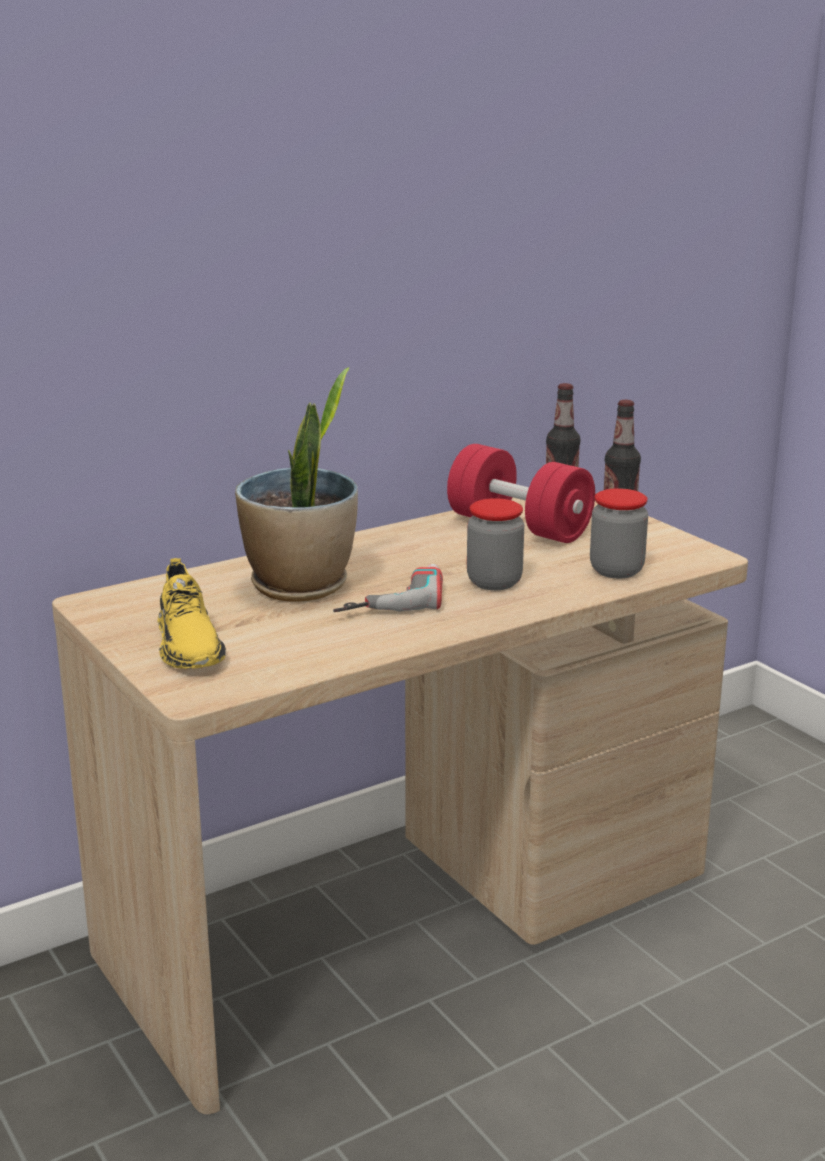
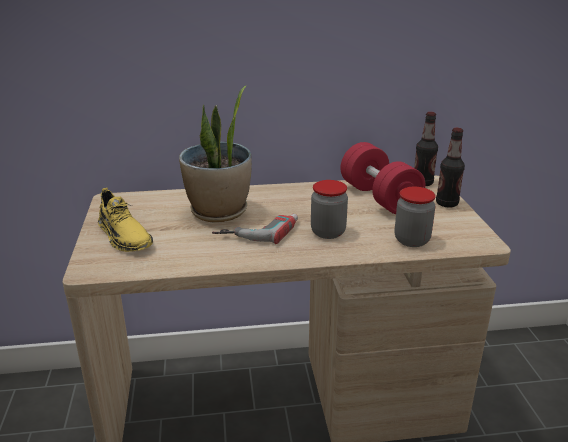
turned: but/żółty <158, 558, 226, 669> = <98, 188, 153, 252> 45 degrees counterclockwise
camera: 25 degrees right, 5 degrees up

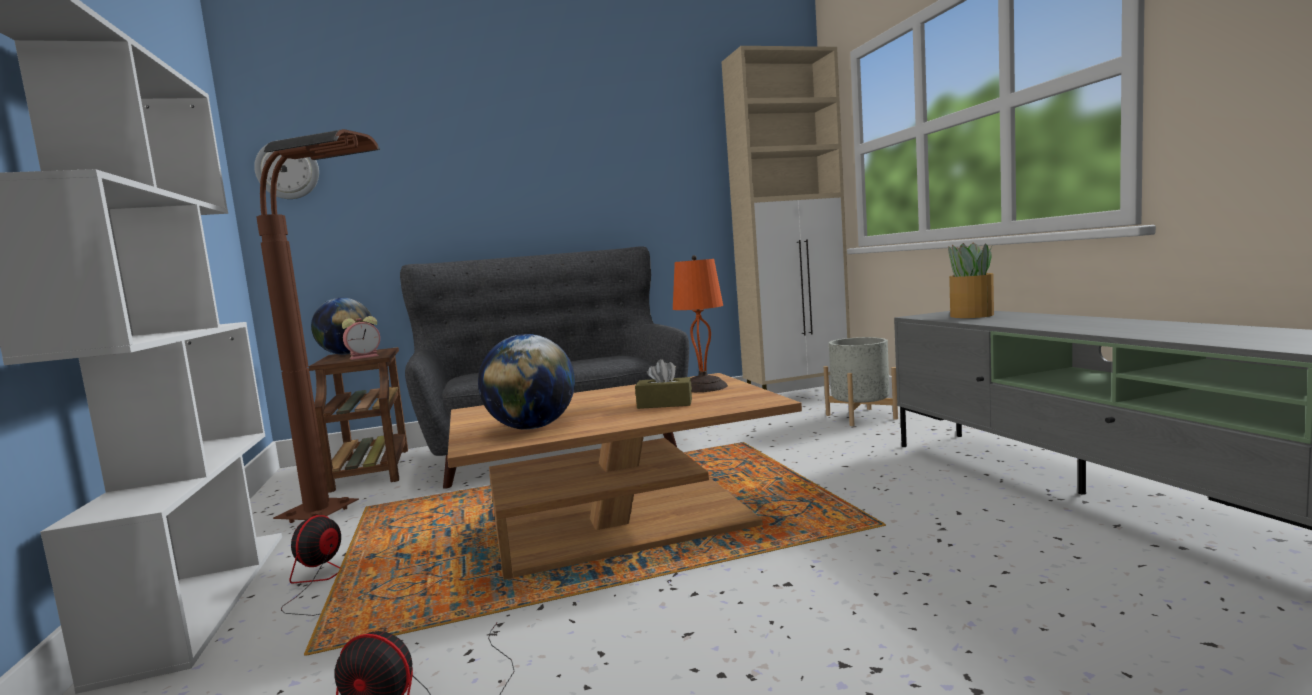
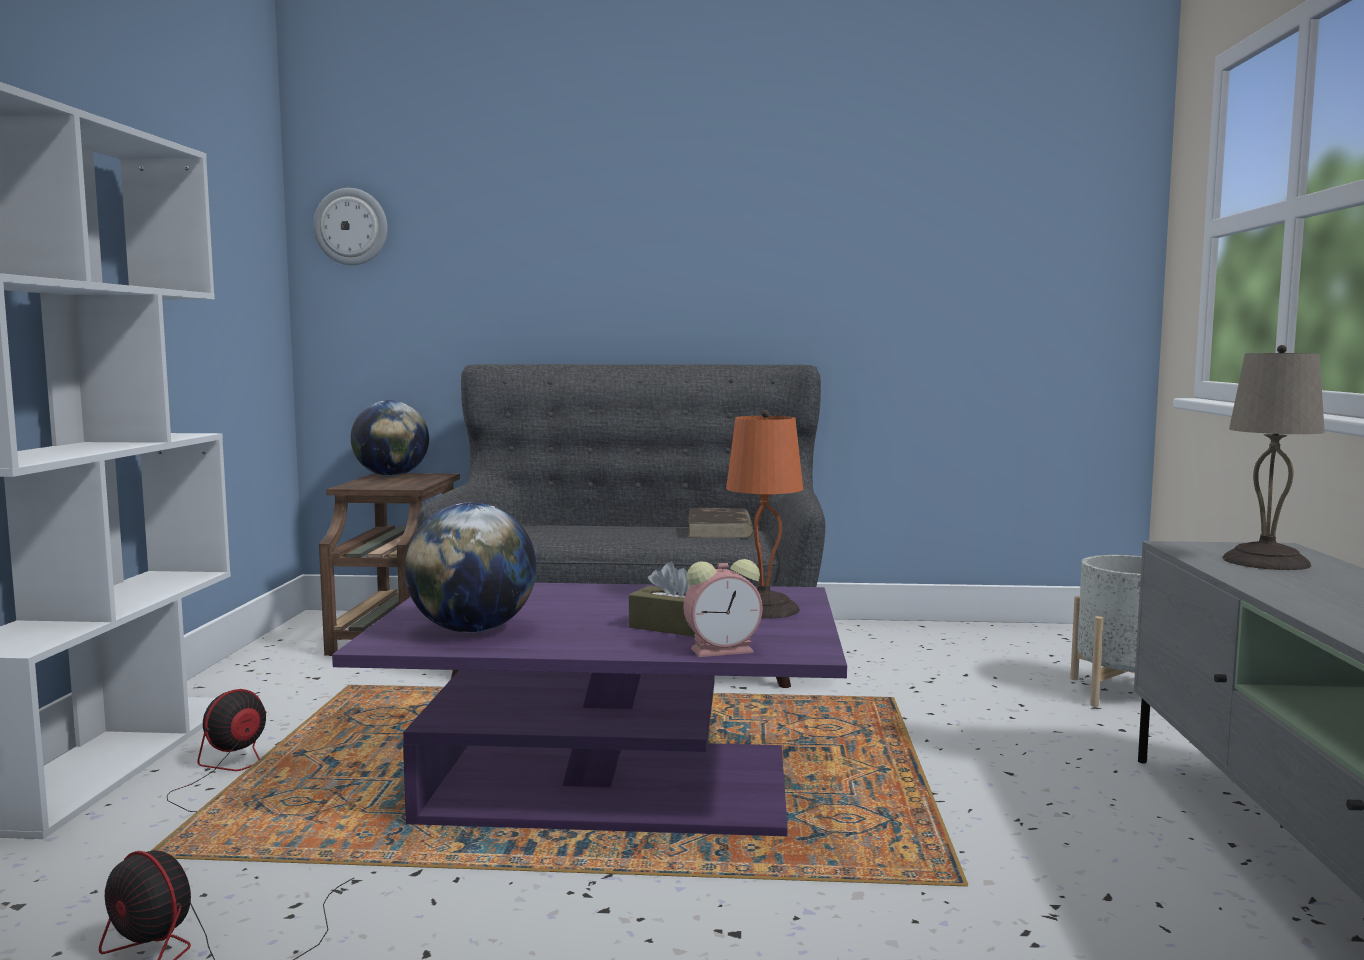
removed: lampa stojąca/brązowy <256, 129, 380, 523>; szafka/beżowy <721, 46, 850, 390>
added: książka/brązowy <688, 508, 754, 538>
moved: budzik <342, 316, 380, 360> to <683, 559, 763, 657>
replaced: roślina doniczkowa <948, 242, 994, 318> to lampa stołowa/beżowy <1222, 345, 1325, 570>
recoloured: ława/brązowy <447, 373, 802, 580> to ława/fioletowy <332, 583, 847, 836>
camera: 20 degrees right, 0 degrees up

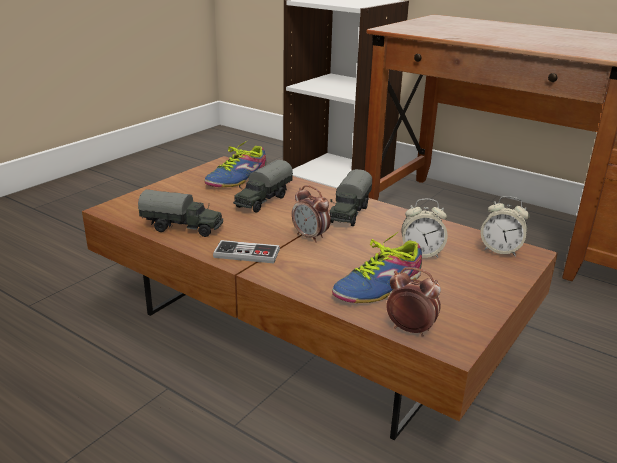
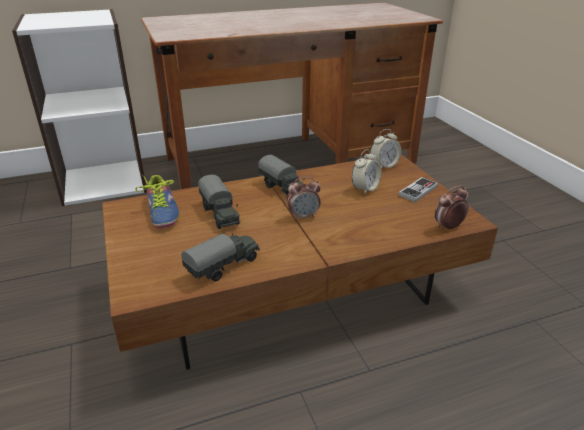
removed: but <332, 232, 422, 303>
moved: pad do gier <213, 240, 280, 263> to <398, 177, 438, 202>
camera: 55 degrees left, 5 degrees up

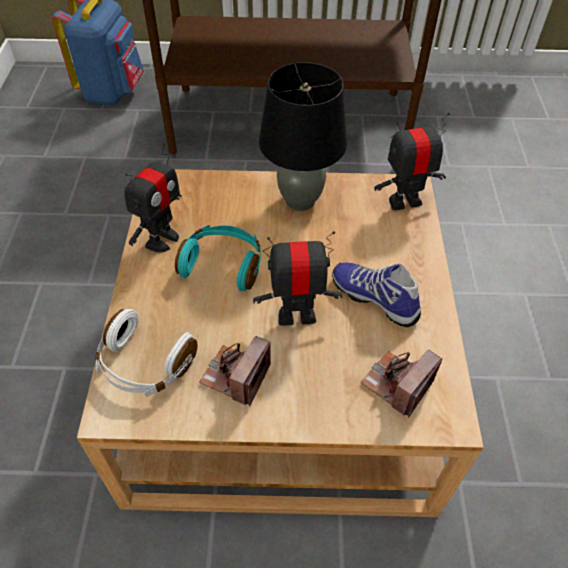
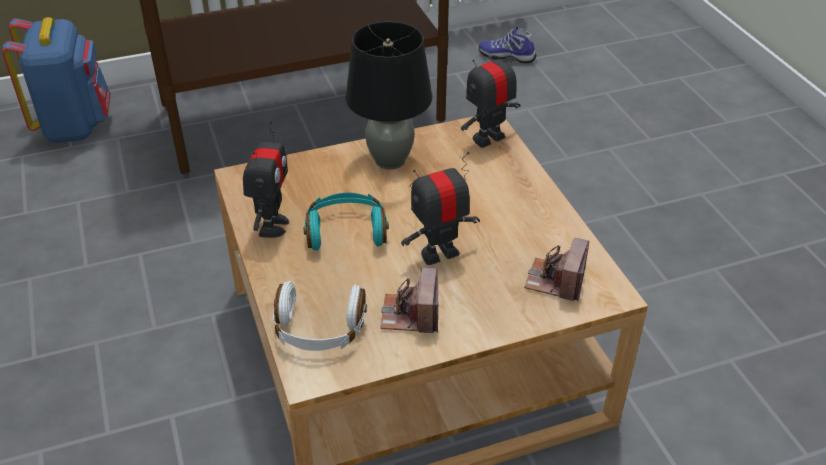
moved: but <332, 263, 421, 327> to <479, 26, 536, 63>
camera: 20 degrees left, 10 degrees down

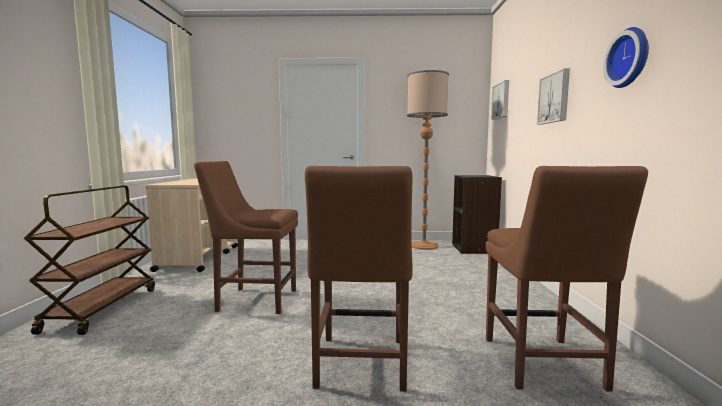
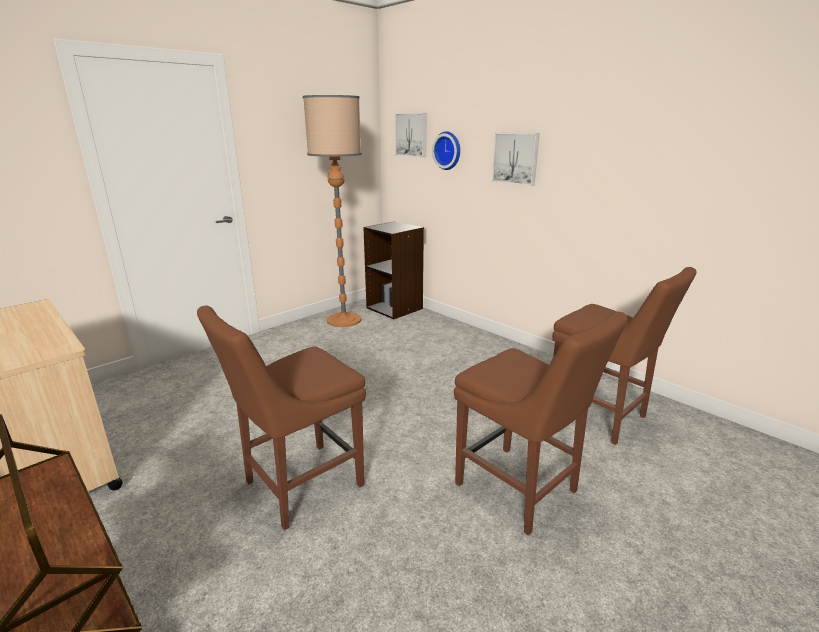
moved: zegar ścienny <603, 27, 649, 88> to <432, 131, 460, 170>
camera: 45 degrees left, 15 degrees up

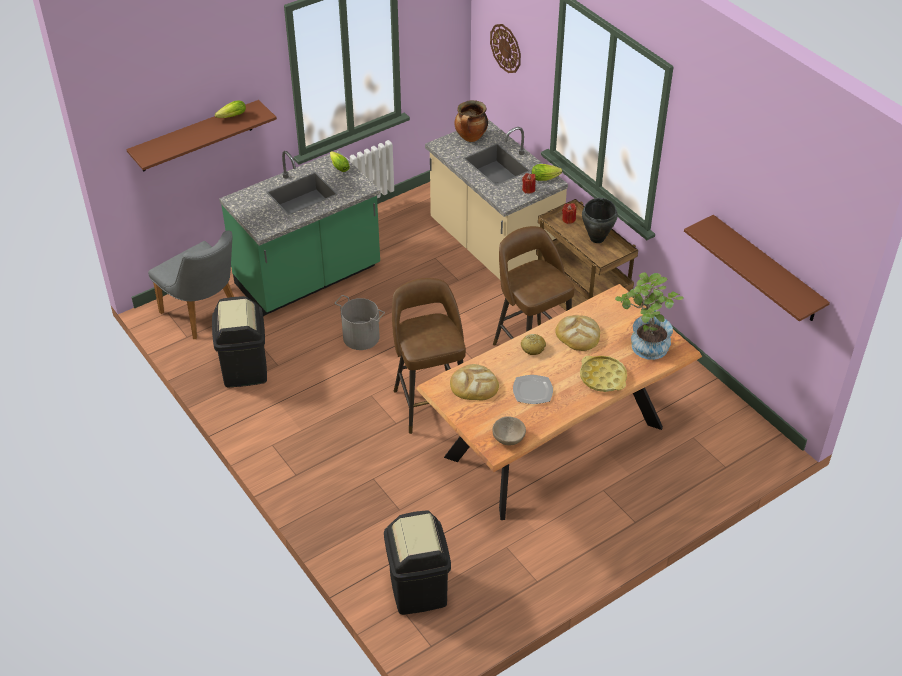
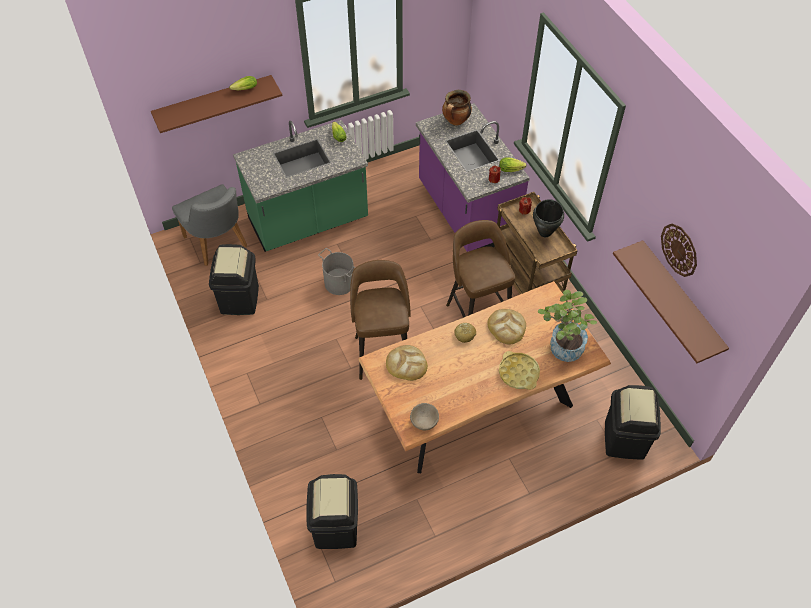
removed: talerz <513, 375, 553, 404>
added: kosz na śmieci/czarny <605, 385, 661, 460>
moved: zegar ścienny <490, 24, 521, 73> to <661, 223, 697, 277>
recoloured: zabudowa kuchenna/beżowy <425, 119, 568, 279> to zabudowa kuchenna/fioletowy <416, 103, 530, 252>
camera: 10 degrees right, 10 degrees up

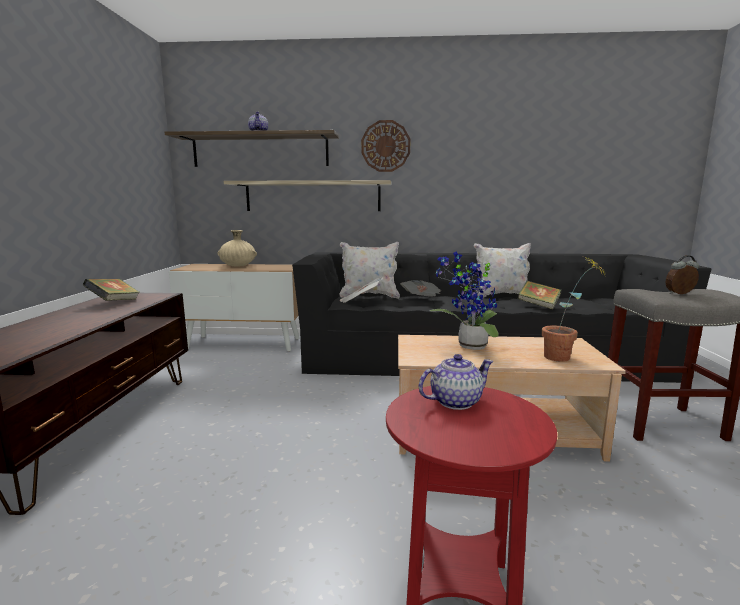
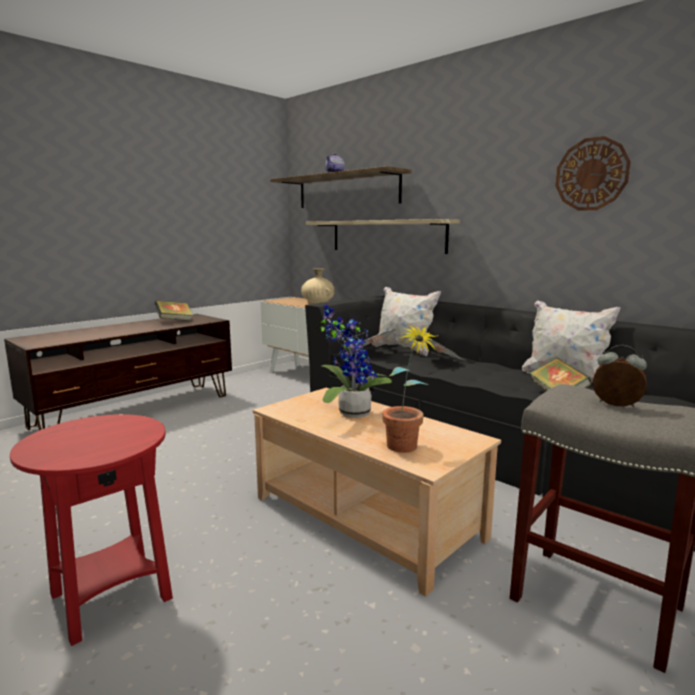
removed: imbryk <419, 354, 494, 410>
moved: zegar ścienny <361, 120, 410, 172> to <555, 136, 631, 211>
camera: 40 degrees right, 0 degrees up

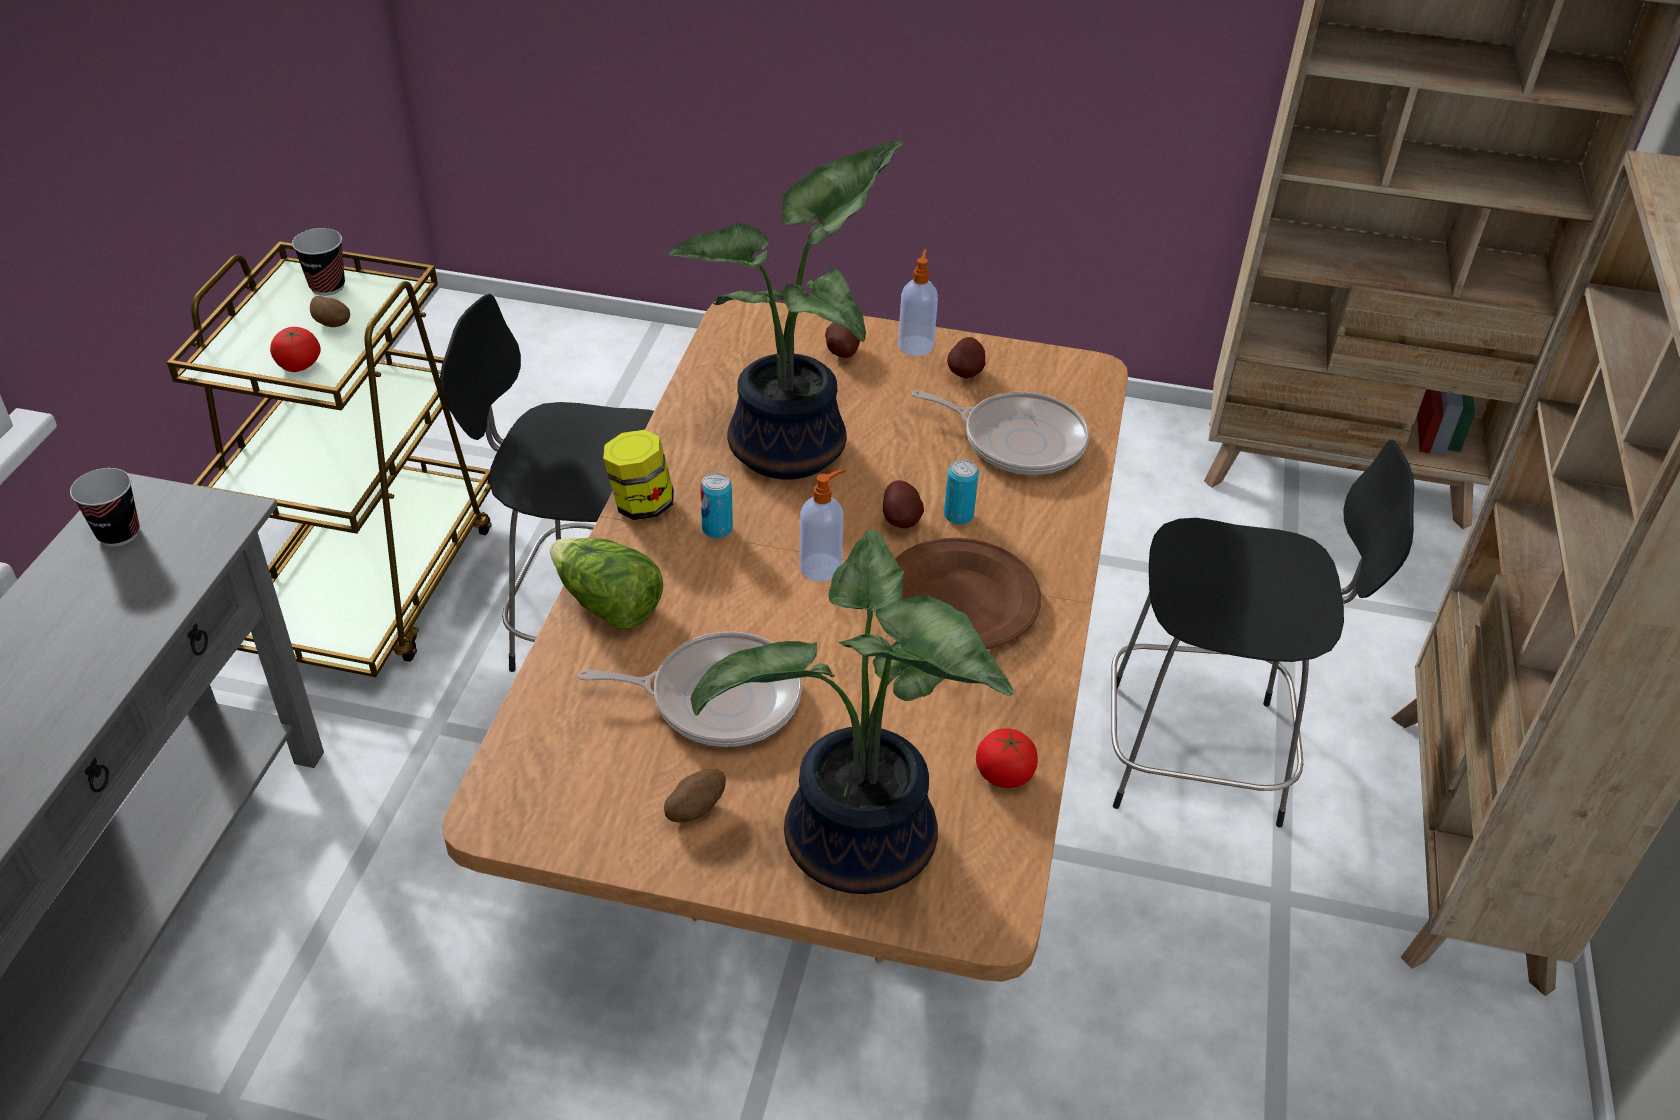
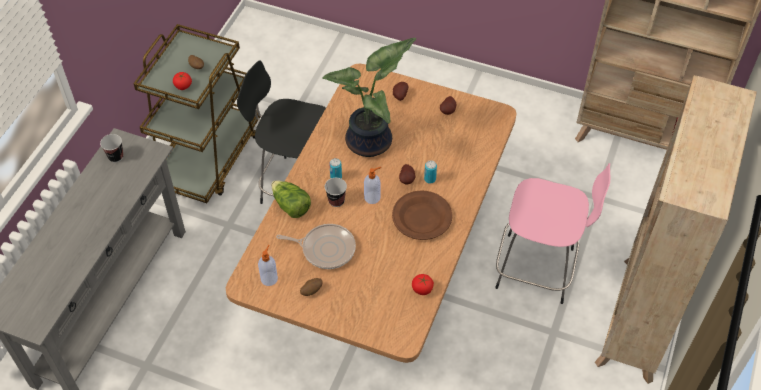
removed: słoik <603, 430, 674, 520>; roślina doniczkowa <690, 530, 1014, 894>; patelnia <912, 390, 1089, 475>
moved: dozownik mydła <898, 249, 938, 356> to <258, 245, 278, 286>; filiżanka <292, 228, 345, 296> to <325, 178, 347, 207>
recoloured: stołek/czarny <1111, 439, 1414, 827> to stołek/różowy <495, 163, 611, 304>
camera: 10 degrees right, 10 degrees up

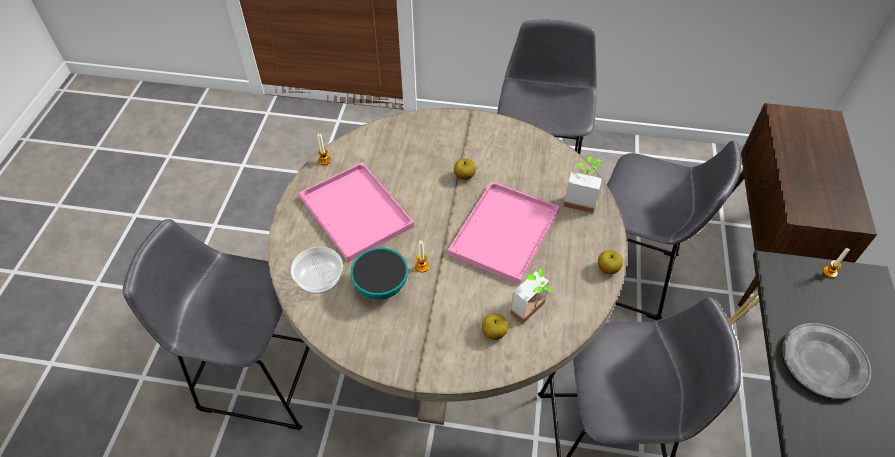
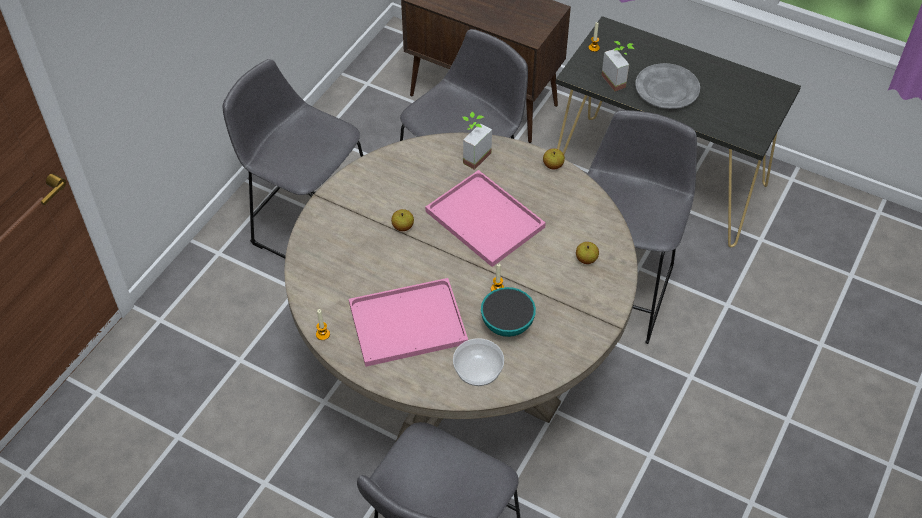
moved: roślina doniczkowa <510, 268, 552, 324> to <602, 41, 634, 91>
camera: 70 degrees left, 0 degrees up

